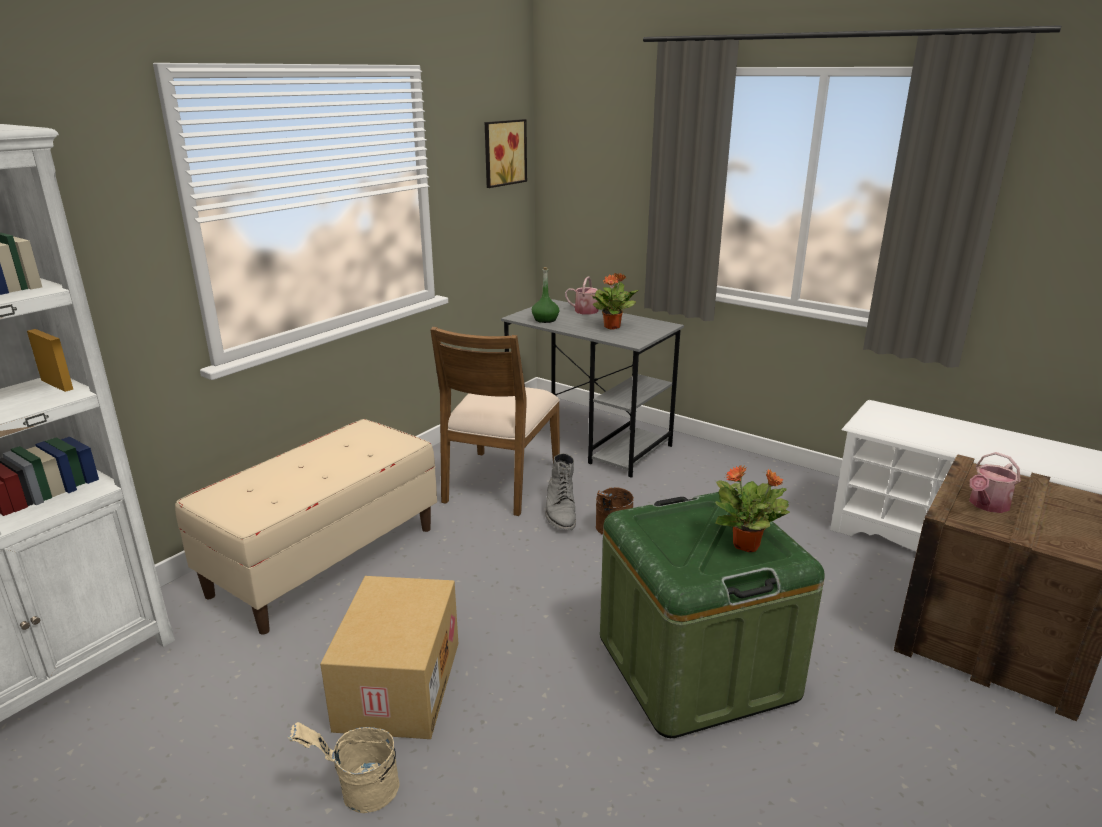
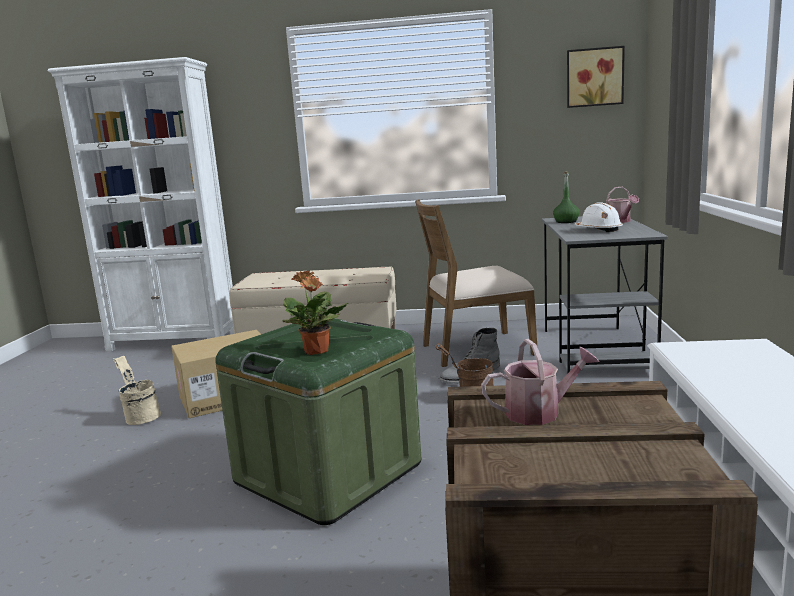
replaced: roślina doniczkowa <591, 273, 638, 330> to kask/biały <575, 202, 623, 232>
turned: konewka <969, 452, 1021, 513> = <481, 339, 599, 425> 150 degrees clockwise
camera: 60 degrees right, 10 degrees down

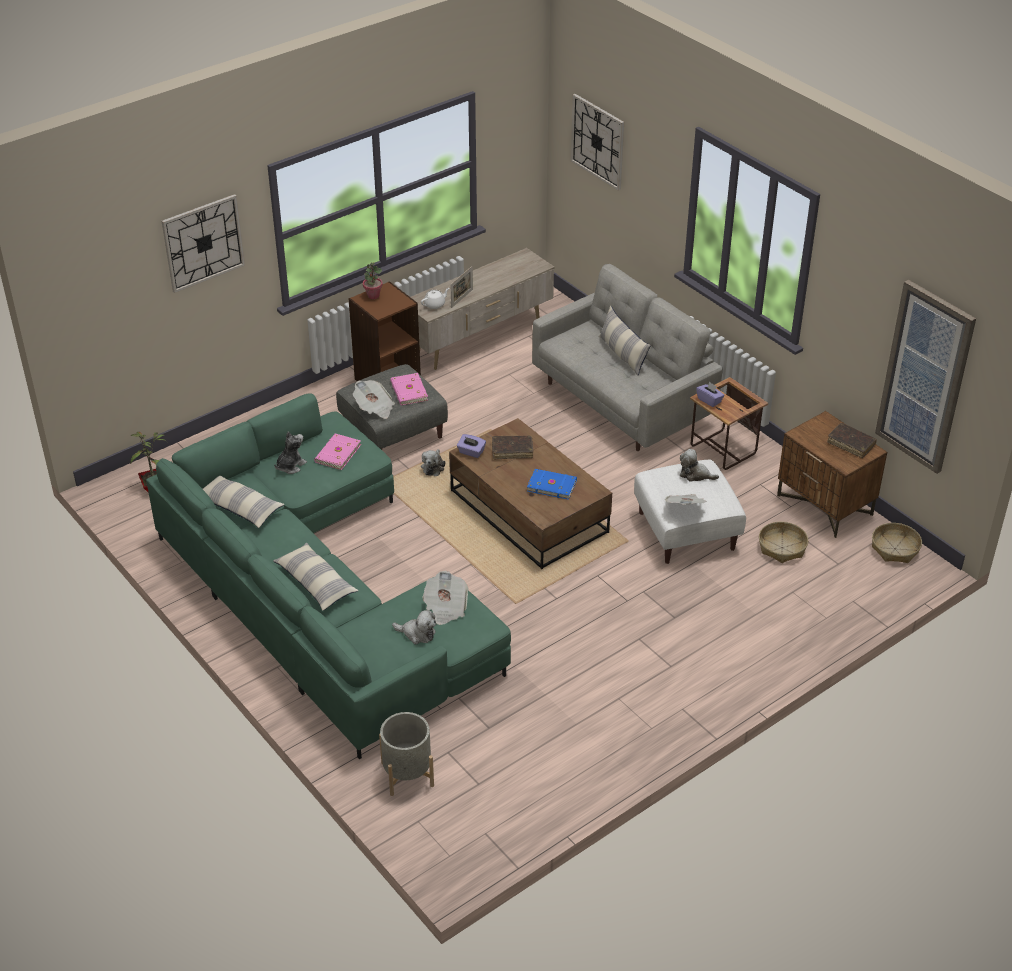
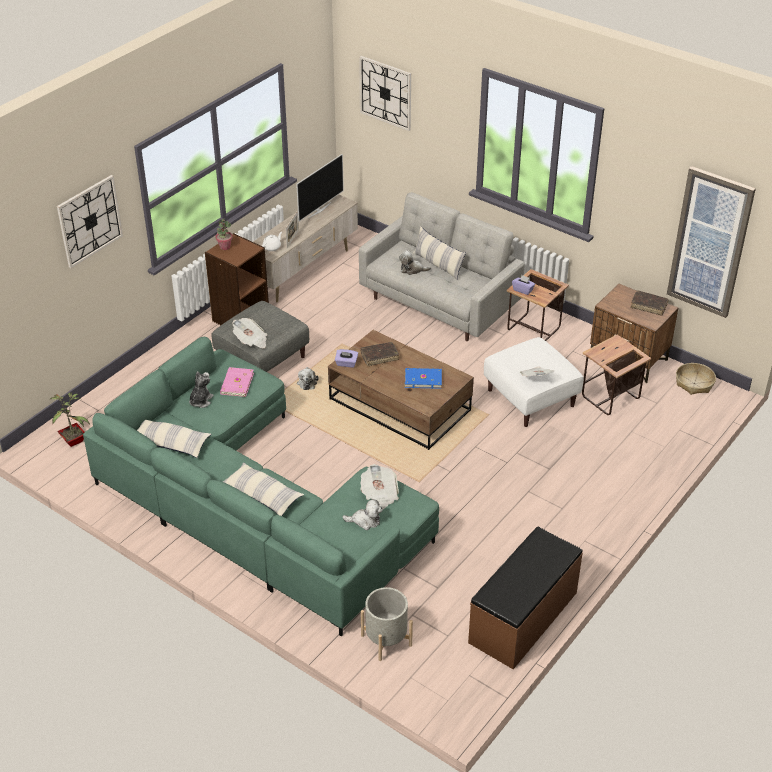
removed: książka/różowy <390, 373, 428, 405>
added: telewizor <296, 154, 344, 222>; ławka/brązowy <468, 527, 583, 669>
moved: pluszak <680, 449, 719, 482> to <399, 250, 431, 275>
replaced: koszyk <759, 522, 808, 563> to stolik <582, 335, 651, 415>
camera: 15 degrees left, 0 degrees up

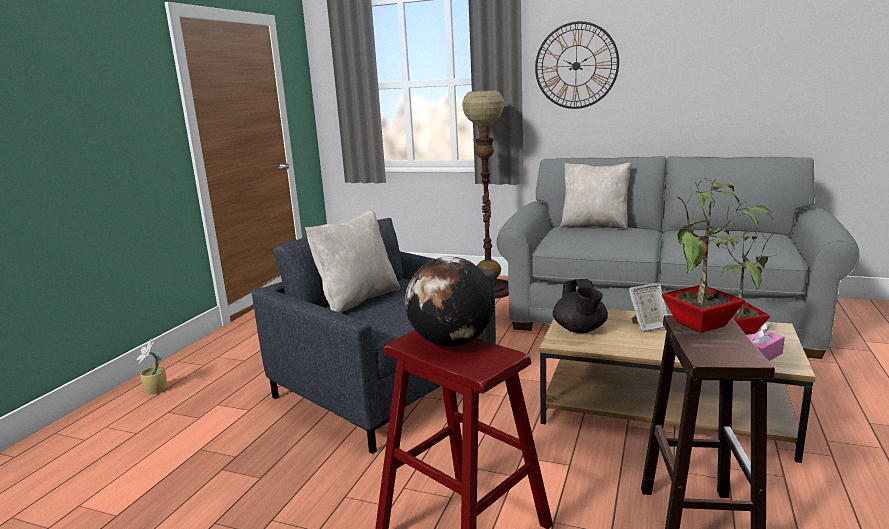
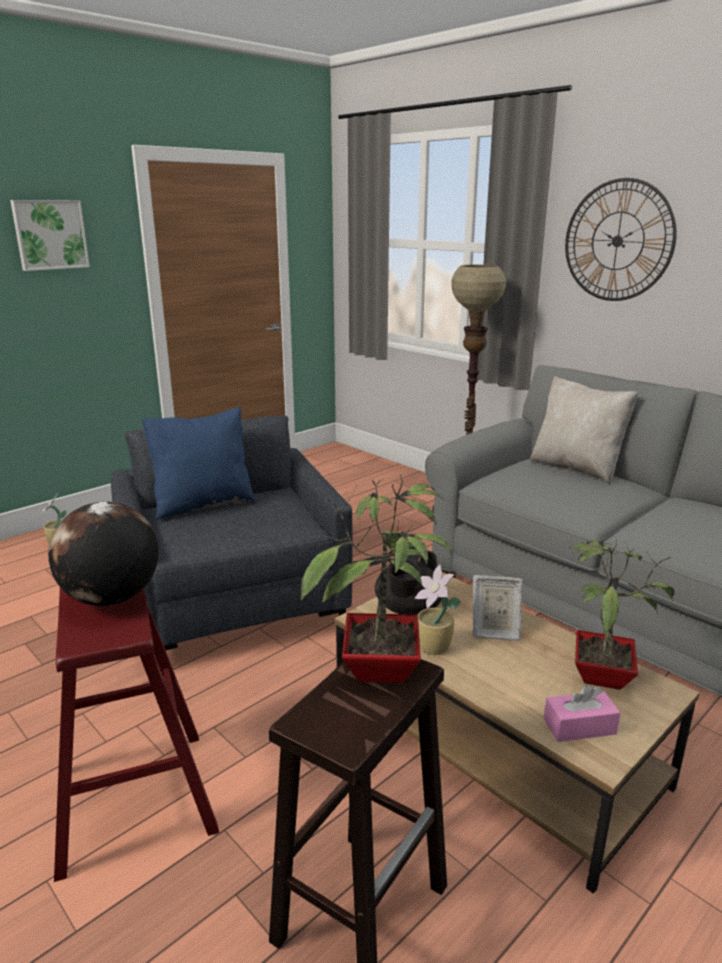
added: obraz <10, 200, 90, 271>; roślina doniczkowa <415, 564, 461, 655>
recoloured: poduszka/beżowy <305, 210, 400, 313> to poduszka/niebieski <141, 407, 256, 520>
camera: 25 degrees right, 5 degrees up

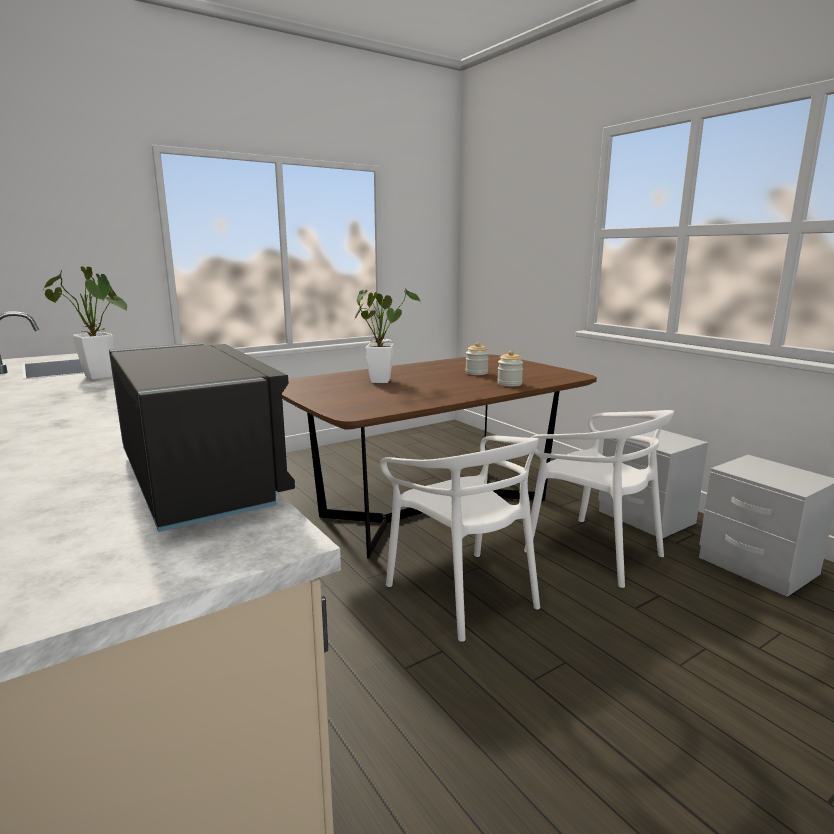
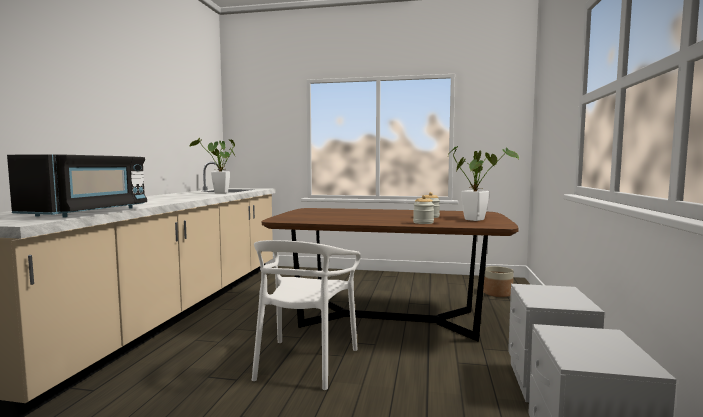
removed: krzesło/biały <524, 410, 674, 588>
added: donica <483, 266, 514, 297>
moved: roślina doniczkowa <354, 288, 421, 383> to <448, 146, 519, 221>
camera: 45 degrees right, 10 degrees down

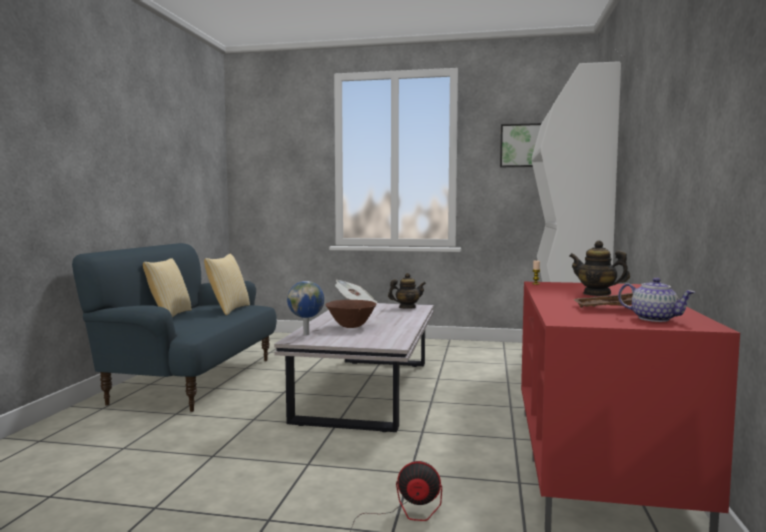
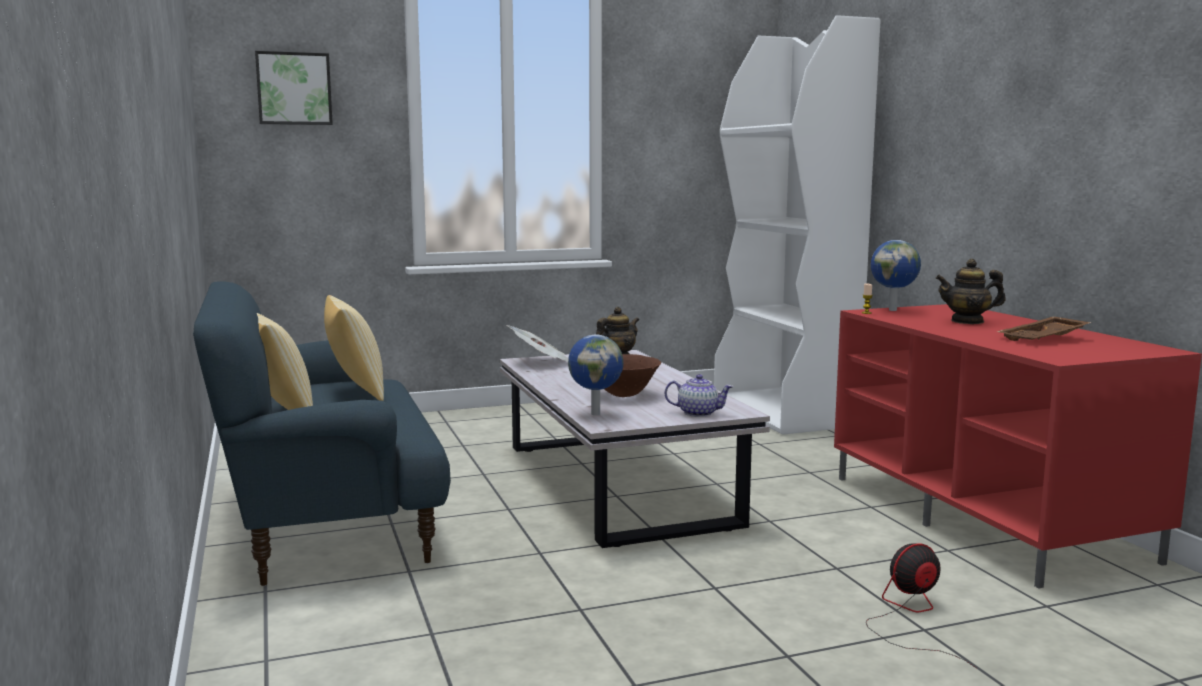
added: globus <871, 240, 921, 311>
moved: obraz <500, 123, 541, 167> to <255, 51, 333, 125>; imbryk <618, 278, 696, 322> to <665, 374, 733, 417>
camera: 30 degrees left, 5 degrees up

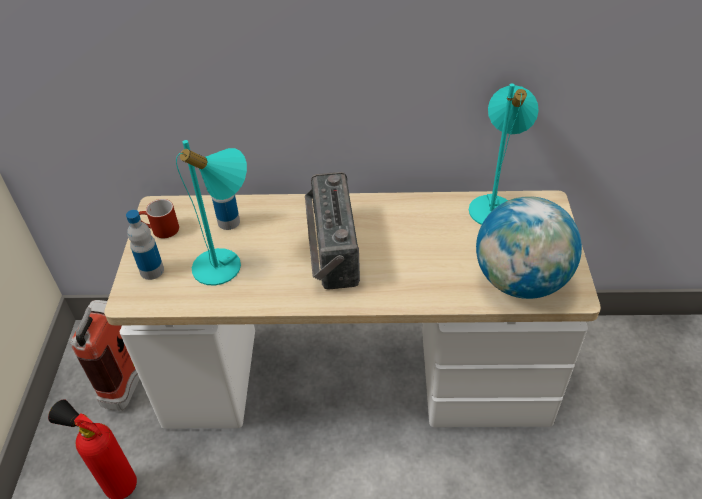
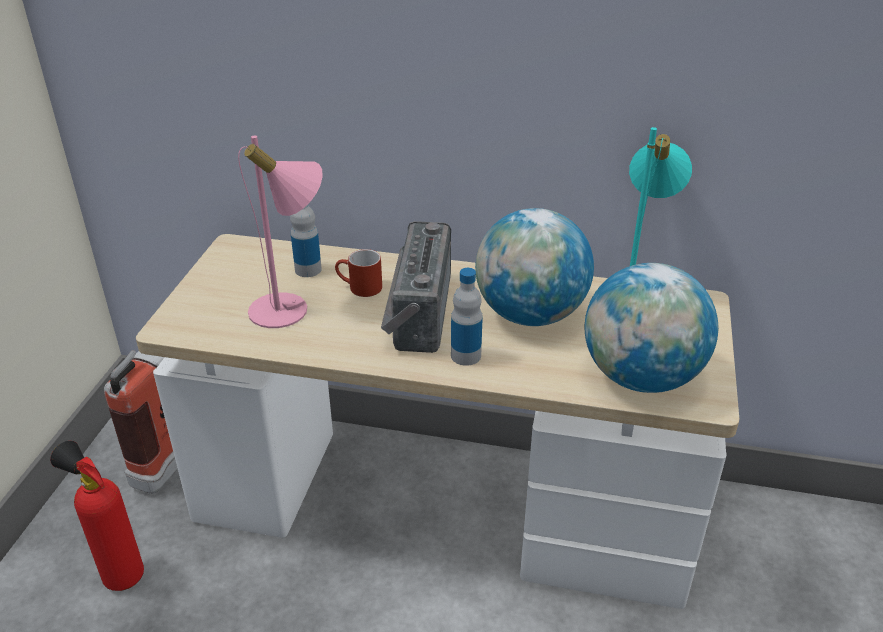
added: globus <475, 208, 594, 326>
moved: kubek/czerwony <139, 199, 179, 238> to <335, 249, 382, 297>; butelka <126, 210, 164, 280> to <451, 268, 483, 366>
recoloured: lampa stołowa/turkusowy <176, 140, 247, 286> to lampa stołowa/różowy <238, 136, 323, 328>
camera: 10 degrees right, 10 degrees down

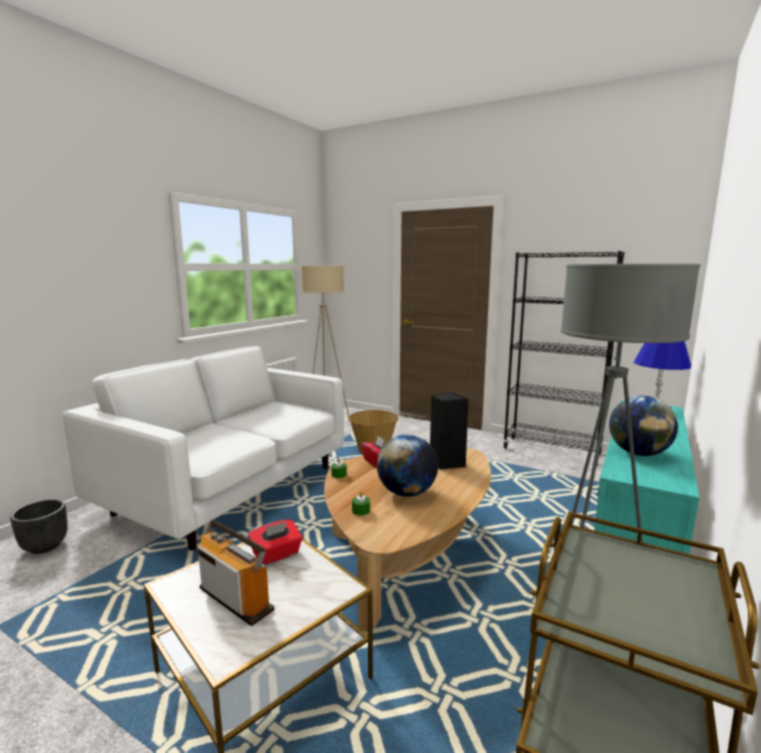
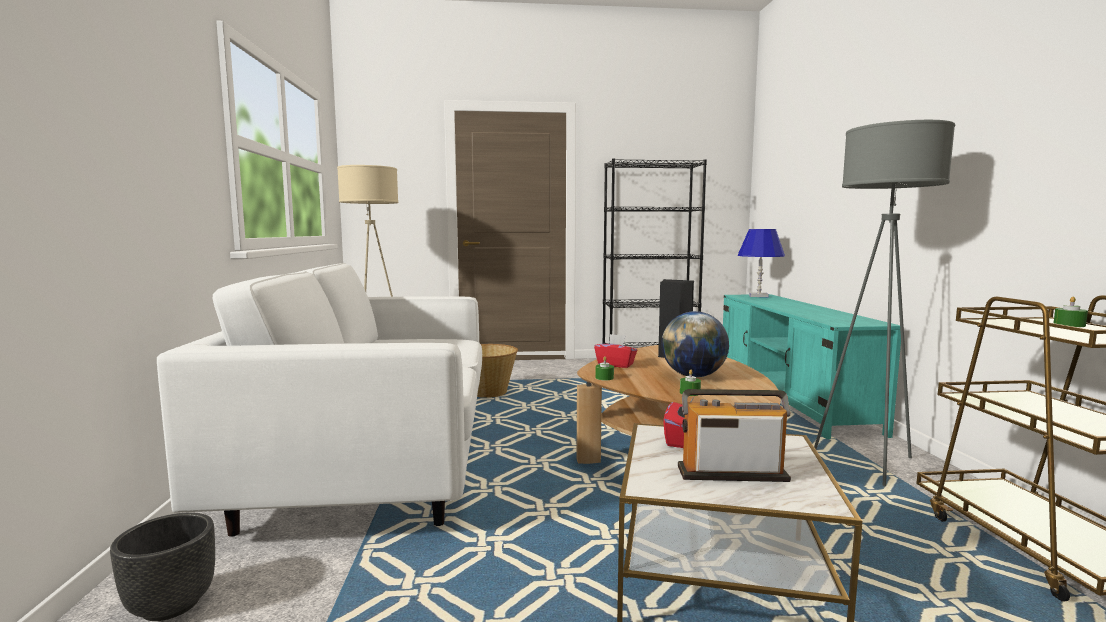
removed: globus <609, 396, 678, 456>
added: świeca/zielony <1054, 296, 1088, 327>
camera: 35 degrees left, 5 degrees down

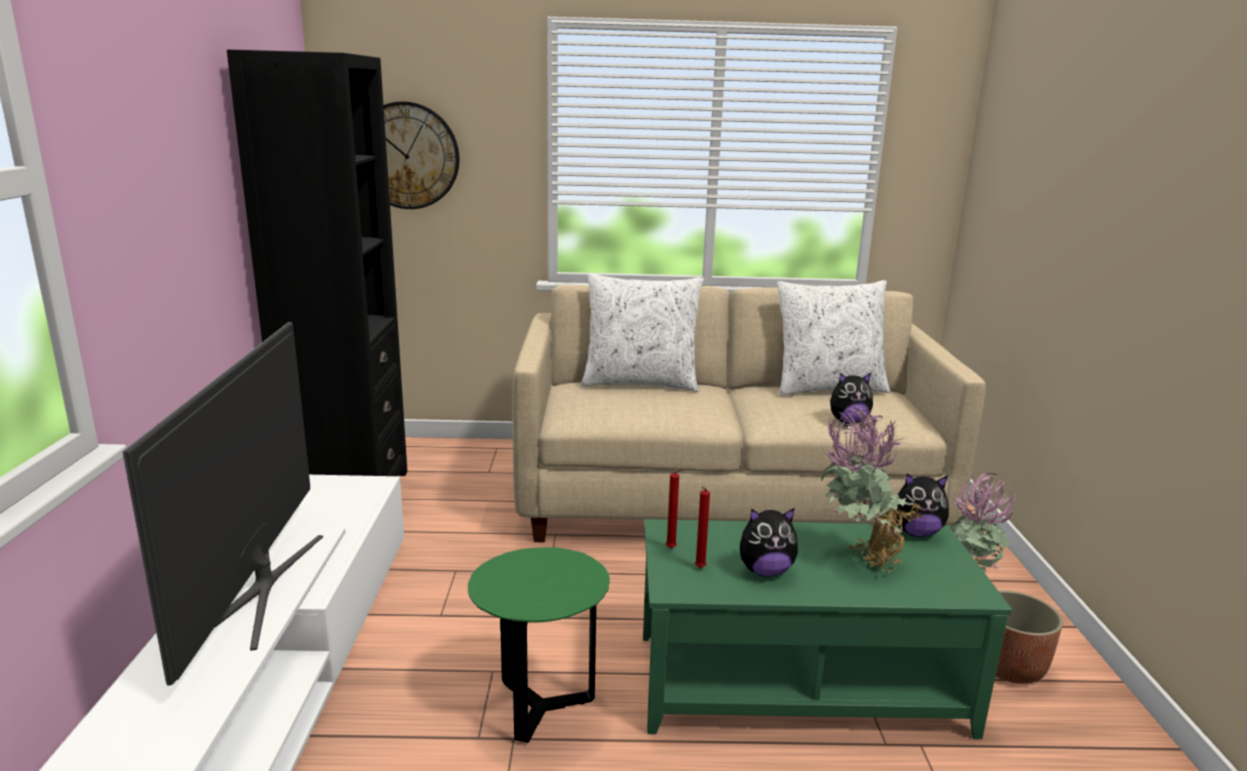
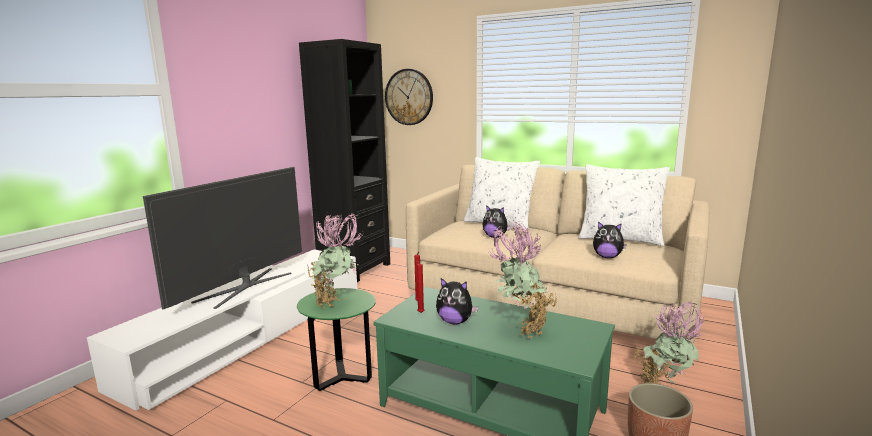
added: roślina doniczkowa <307, 214, 363, 308>
moved: pluszak <895, 473, 949, 537> to <483, 205, 512, 238>
camera: 30 degrees right, 5 degrees down

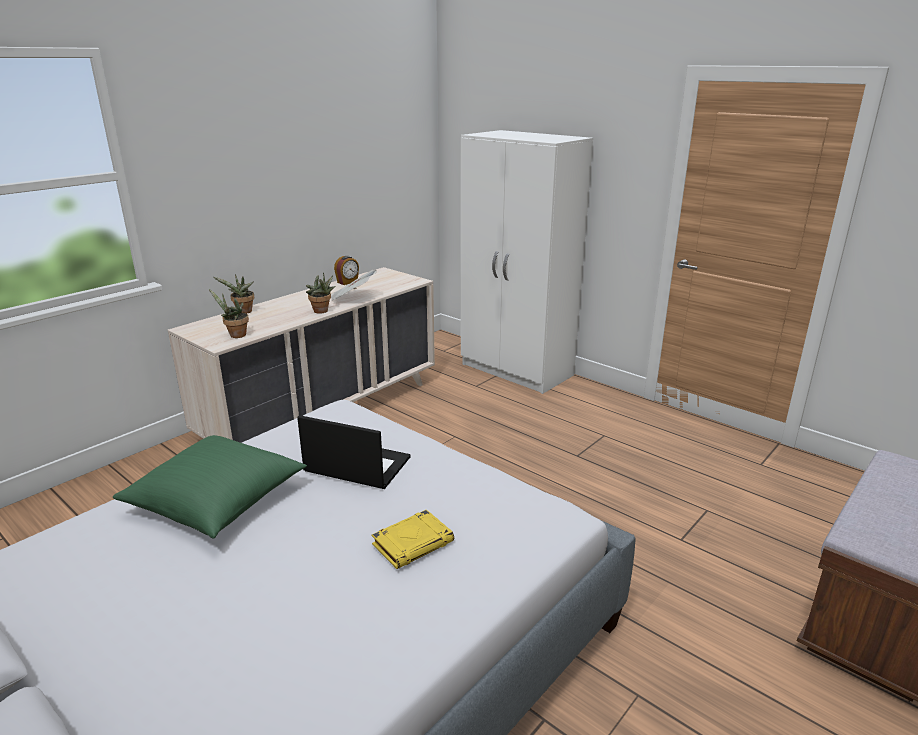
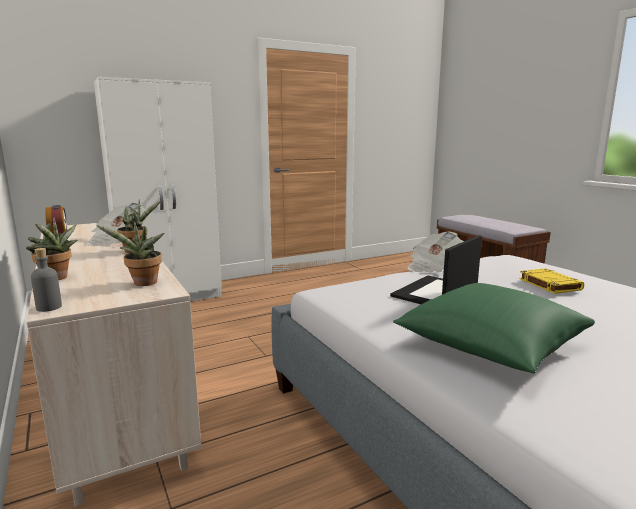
added: butelka/szary <31, 248, 62, 312>; gazeta <407, 232, 464, 273>
camera: 70 degrees left, 10 degrees down

